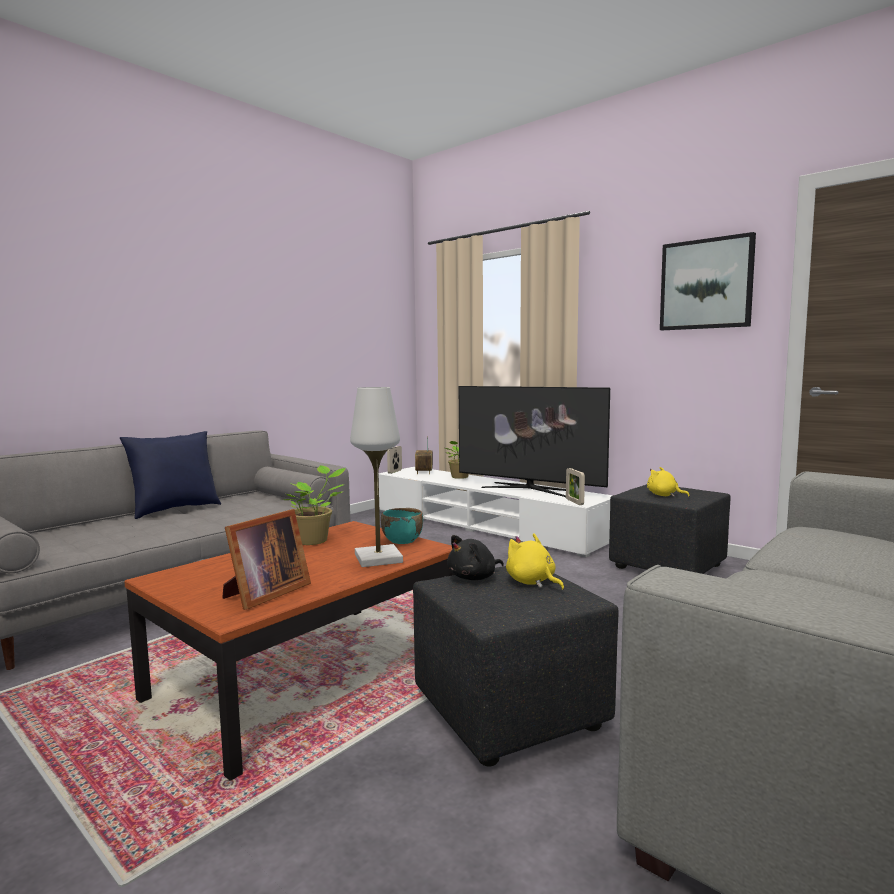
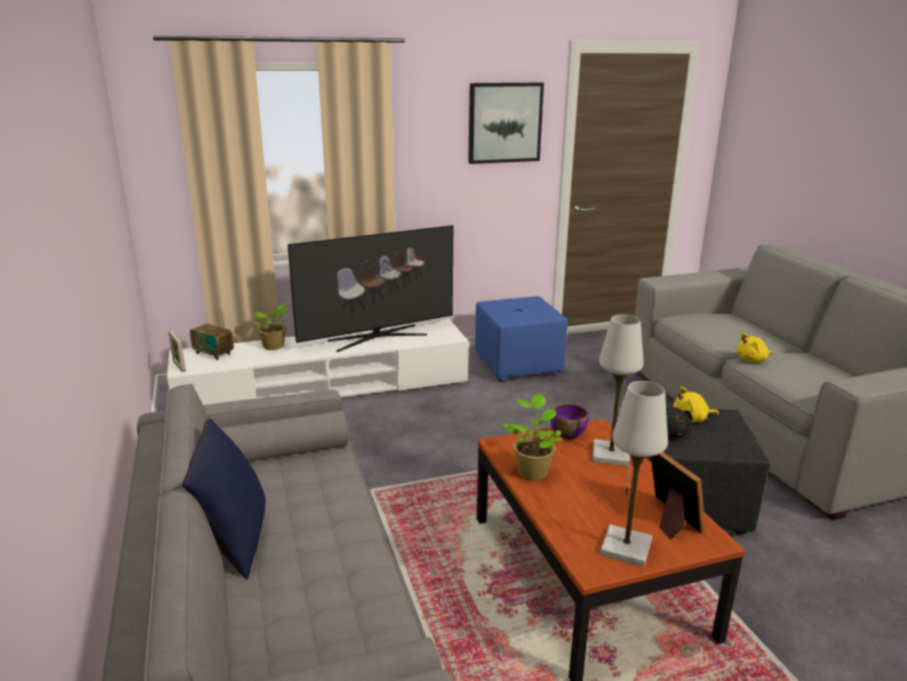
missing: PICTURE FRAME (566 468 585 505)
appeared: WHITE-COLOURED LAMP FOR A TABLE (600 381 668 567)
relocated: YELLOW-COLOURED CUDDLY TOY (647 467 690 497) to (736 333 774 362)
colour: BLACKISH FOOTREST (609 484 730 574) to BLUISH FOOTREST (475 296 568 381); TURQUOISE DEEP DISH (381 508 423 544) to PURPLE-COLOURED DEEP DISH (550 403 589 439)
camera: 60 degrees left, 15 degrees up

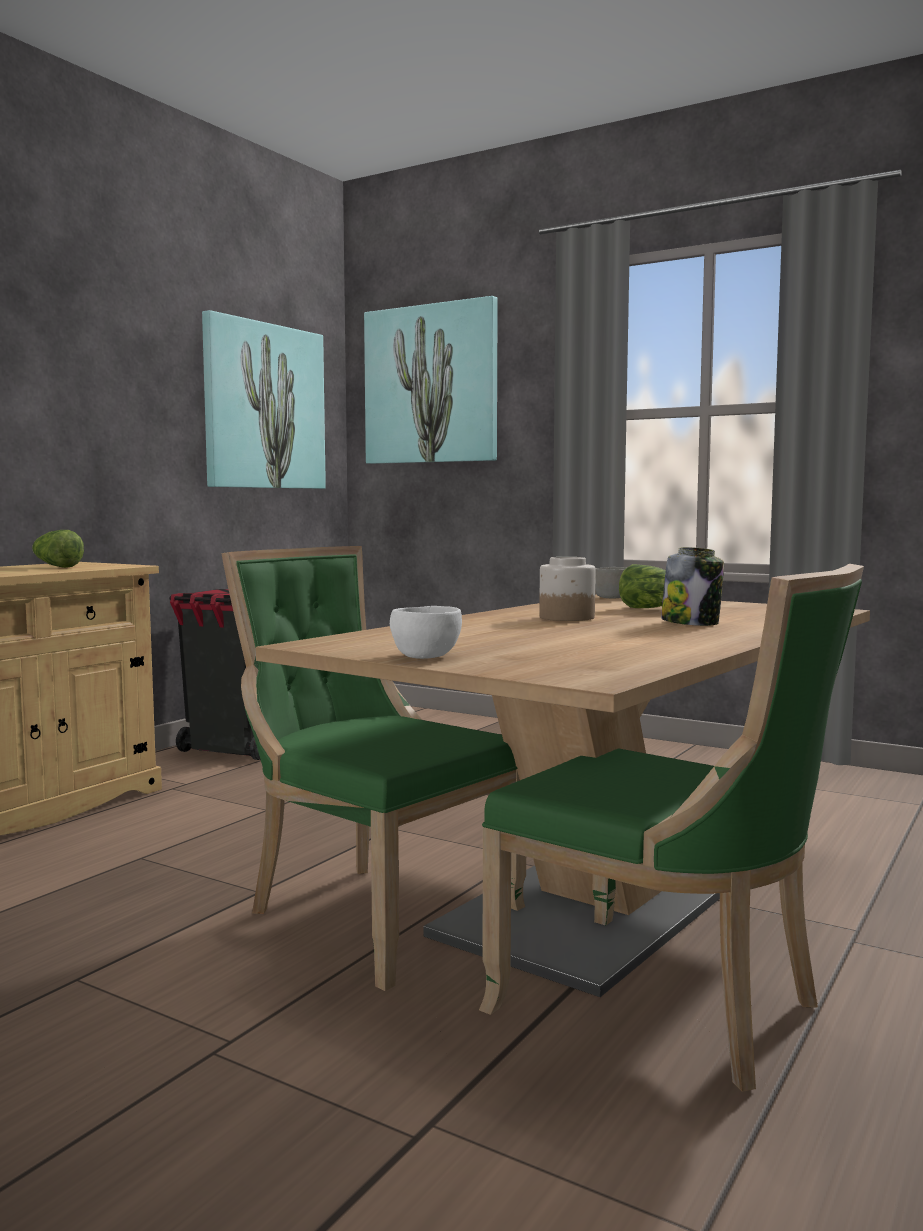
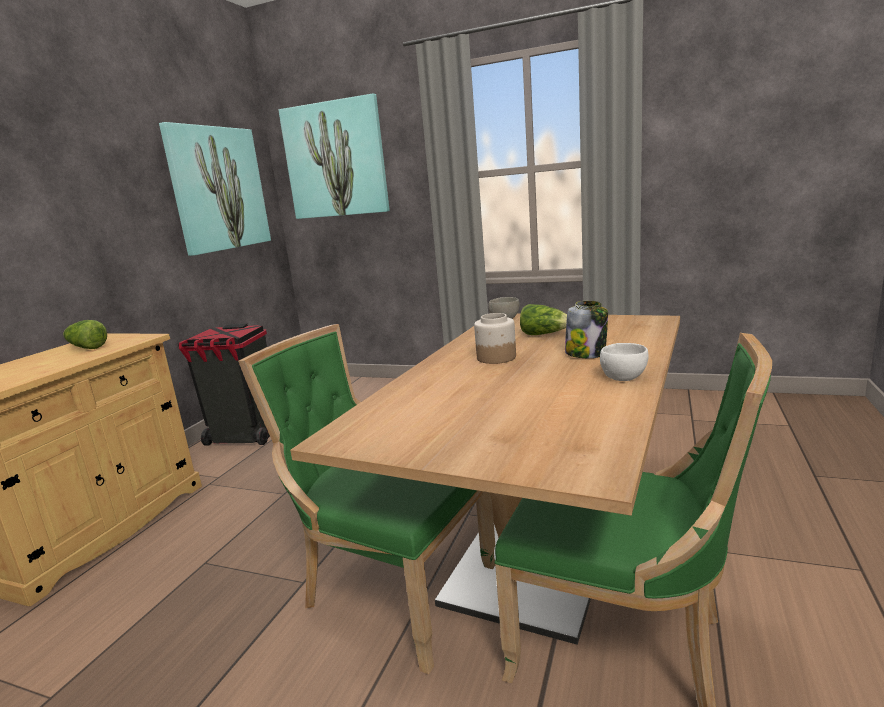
relocated: WHITE-COLOURED DEEP DISH (390 606 462 659) to (600 343 649 381)
camera: 10 degrees left, 10 degrees up

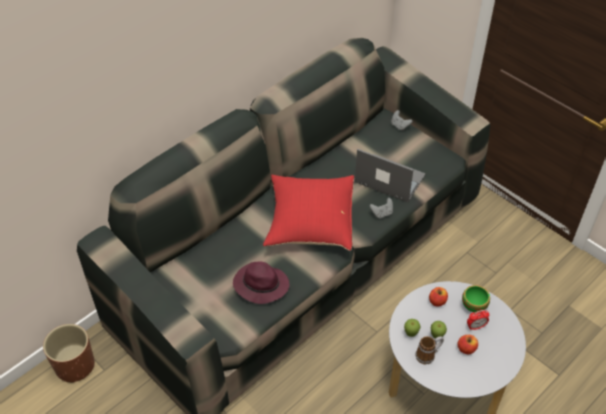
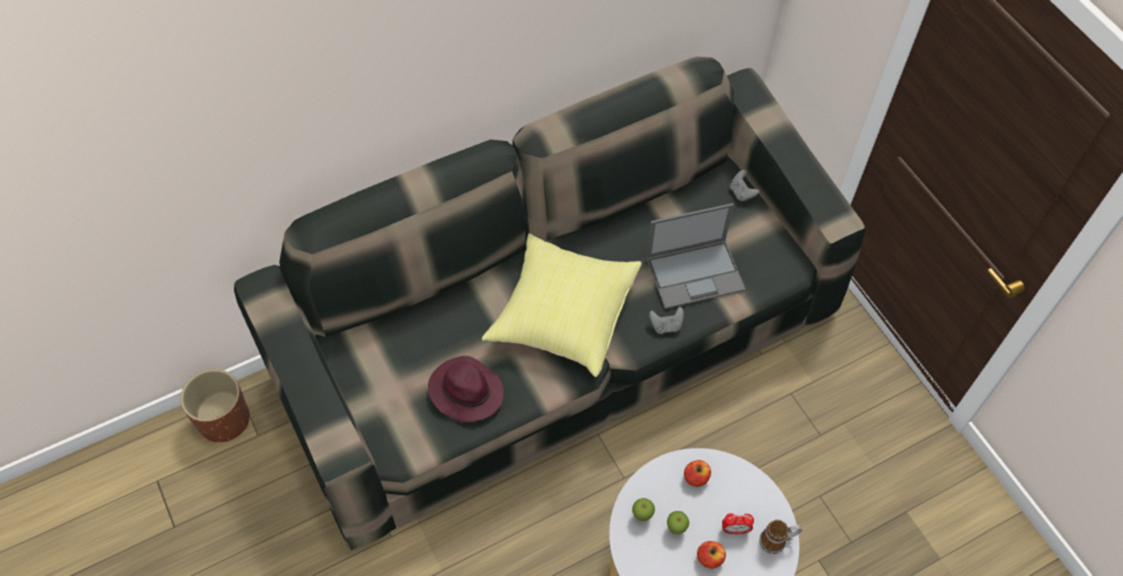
missing: GREEN-COLOURED DEEP DISH (462 285 490 312)
relocated: COFFEE MUG (416 336 444 364) to (759 520 802 554)
colour: RED PILLOW (263 175 354 251) to YELLOW-COLOURED PILLOW (482 233 642 377)
spun: PORTABLE COMPUTER (355 149 426 203) = (646 203 746 309) 120 degrees clockwise
camera: 15 degrees right, 10 degrees up

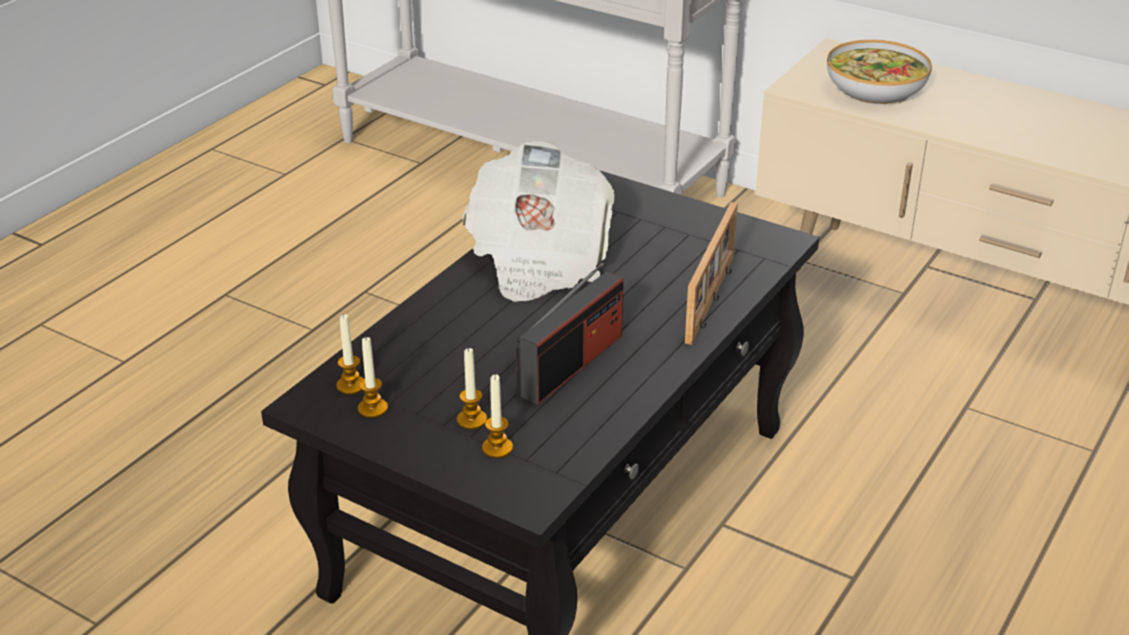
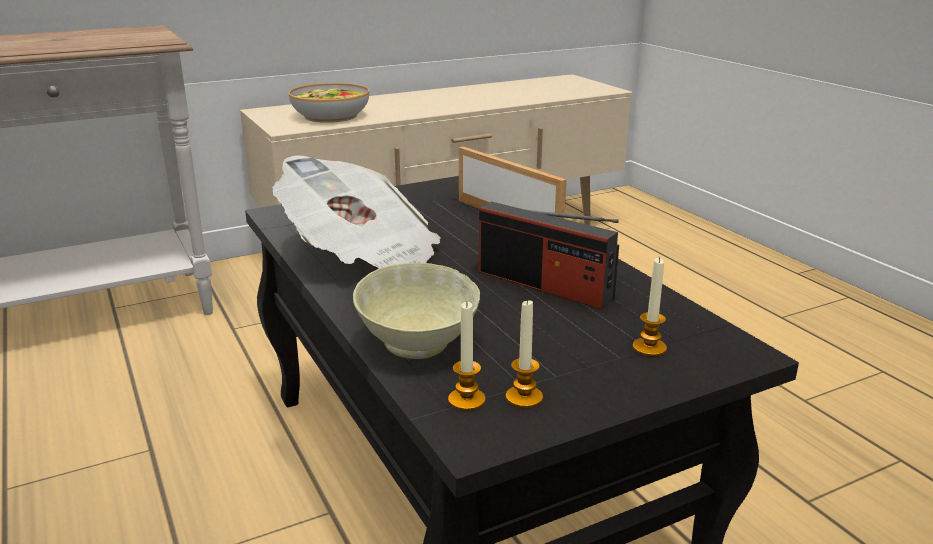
missing: CANDLE (457 347 487 429)
appeared: SAND-COLOURED DEEP DISH (353 263 480 359)
spun: RADIO (516 262 623 405) = (479 201 619 309) 150 degrees clockwise
camera: 60 degrees left, 10 degrees down

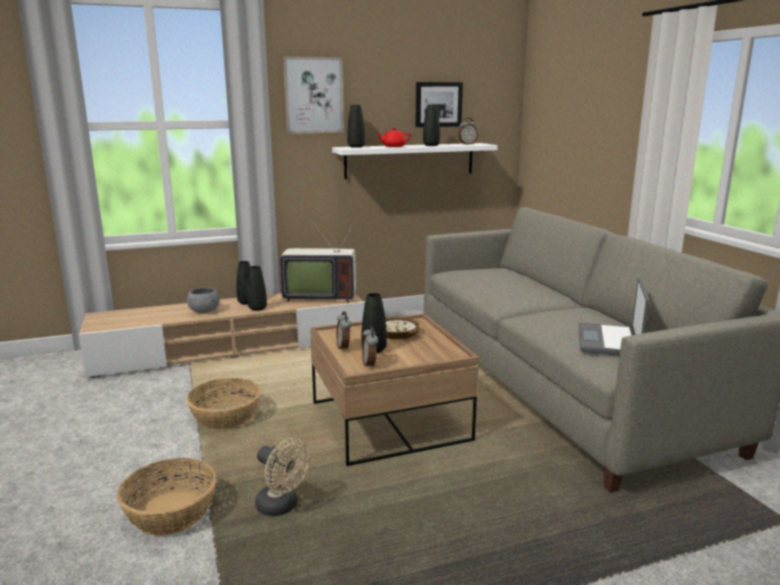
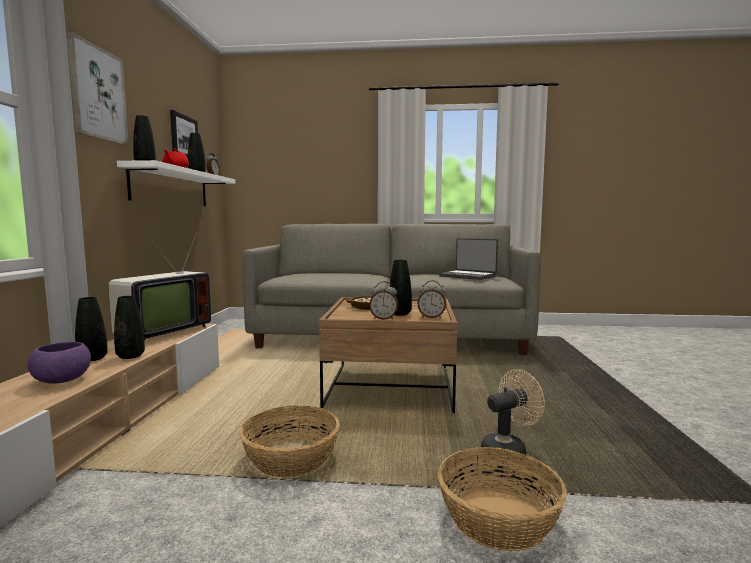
colour: GREY DEEP DISH (187 288 220 313) to PURPLE-COLOURED DEEP DISH (28 342 91 384)
camera: 65 degrees left, 10 degrees down

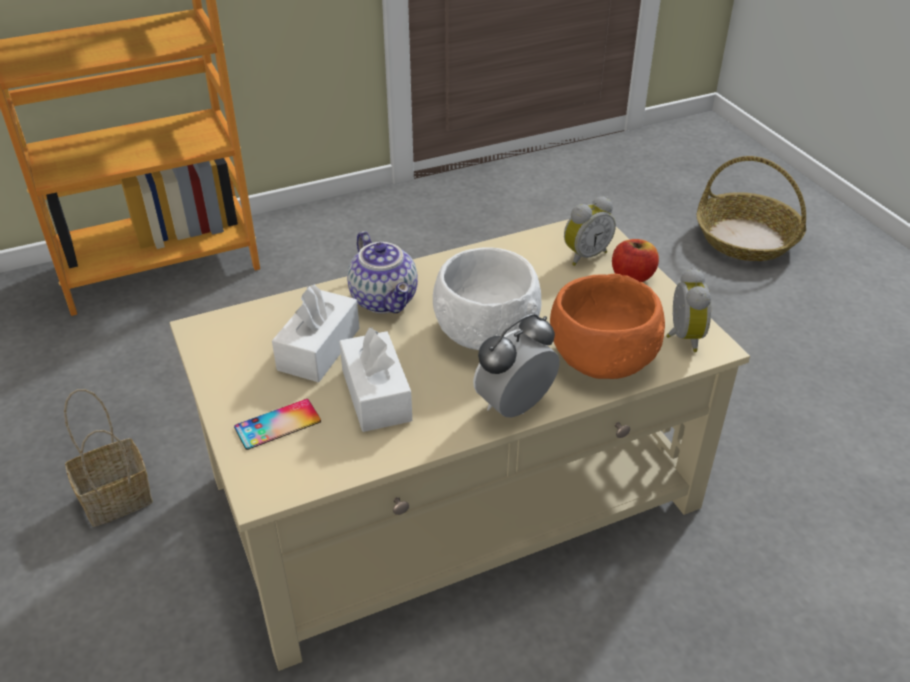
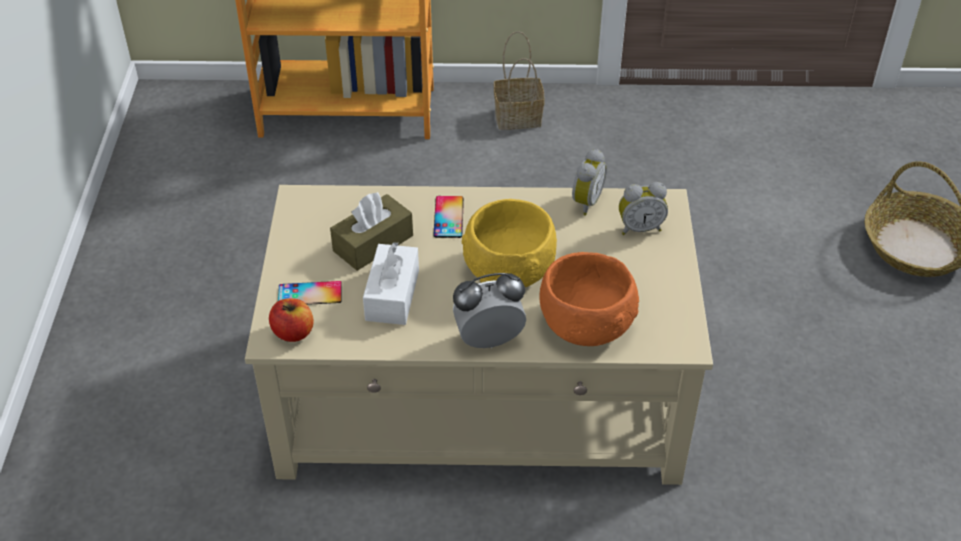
relocated: APPLE (612 239 659 282) to (269 298 314 342); BEDSIDE CLOCK (666 268 711 352) to (572 149 607 216); BASKET (64 389 153 527) to (494 31 545 130)
exchanged: TEA POT (347 231 418 314) to TELEPHONE (433 196 464 238)
colour: WHITE-COLOURED DEEP DISH (433 247 541 350) to YELLOW-COLOURED DEEP DISH (462 199 557 287); WHITE-COLOURED TISSUE BOX (272 284 360 382) to BROWN-COLOURED TISSUE BOX (330 193 413 271)
camera: 25 degrees right, 5 degrees up

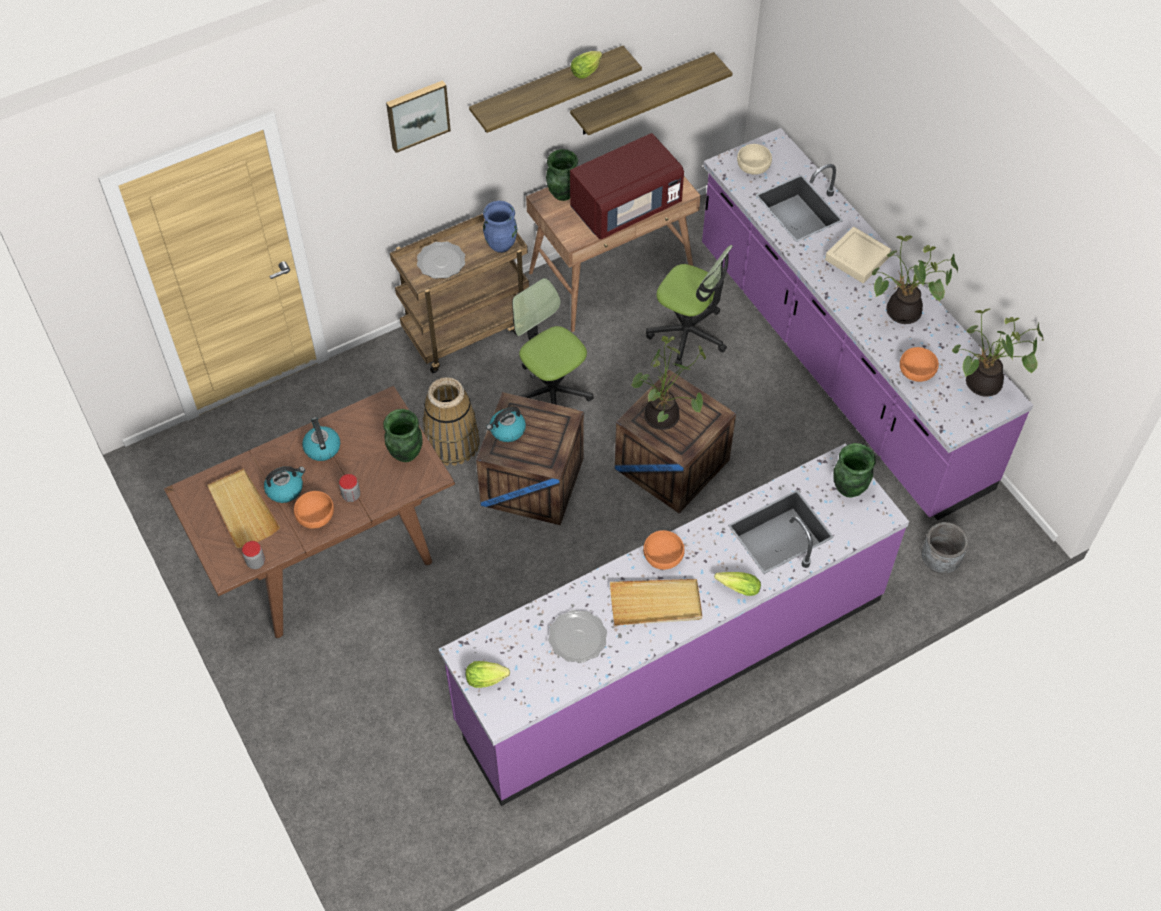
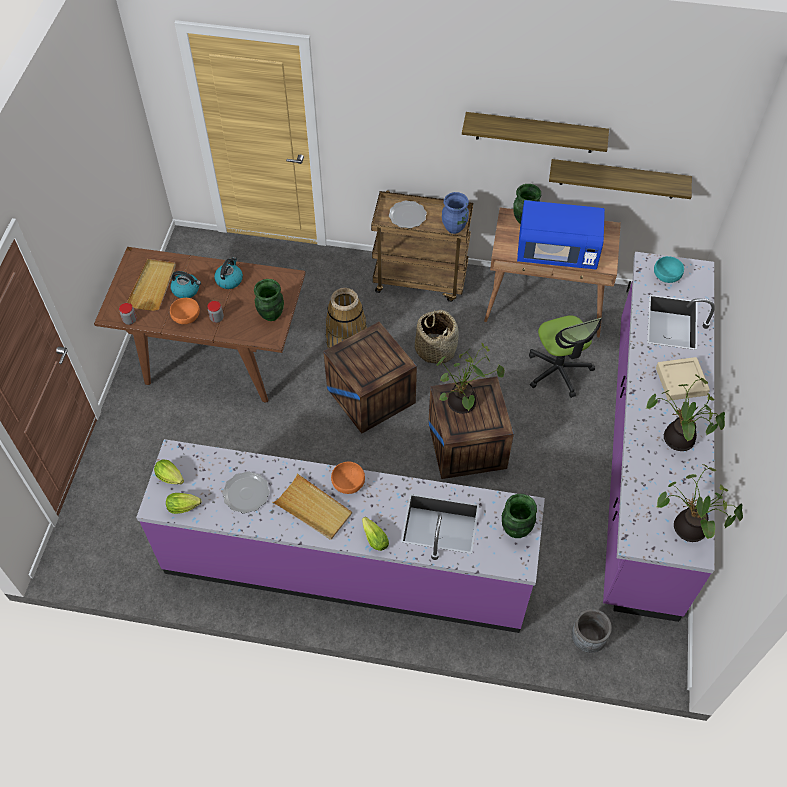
missing: PICTURE (386 80 451 153); ORANGEY DEEP DISH (900 347 939 382); TEA KETTLE (486 407 526 442)
relocated: LETTUCE HEAD (570 51 602 79) to (166 493 202 514)
exchanged: OFFICE CHAIR (512 278 594 404) to BASKET (415 310 459 365)
colour: RED KITCHEN MICROWAVE (570 133 684 239) to BLUISH KITCHEN MICROWAVE (517 200 605 269); SAND-COLOURED DEEP DISH (737 144 772 175) to TURQUOISE DEEP DISH (654 256 684 283)
camera: 40 degrees right, 0 degrees up

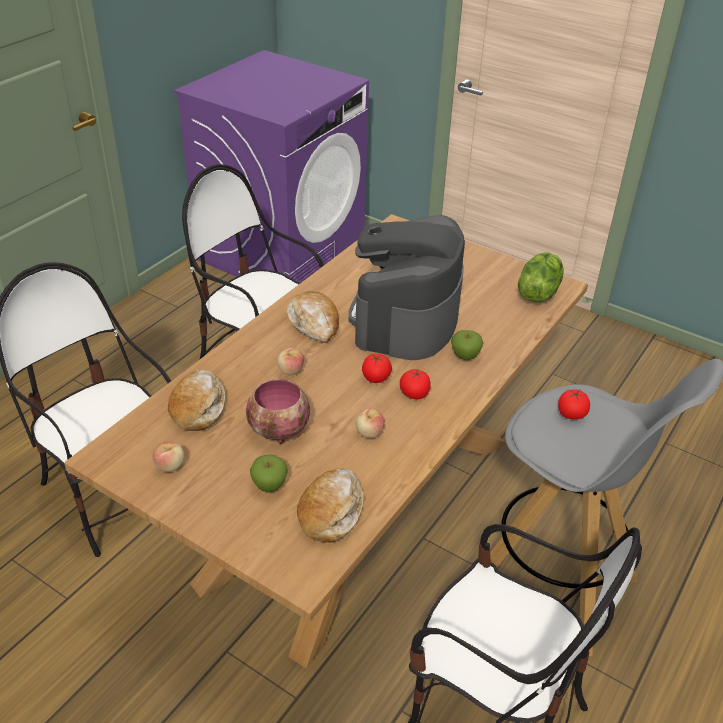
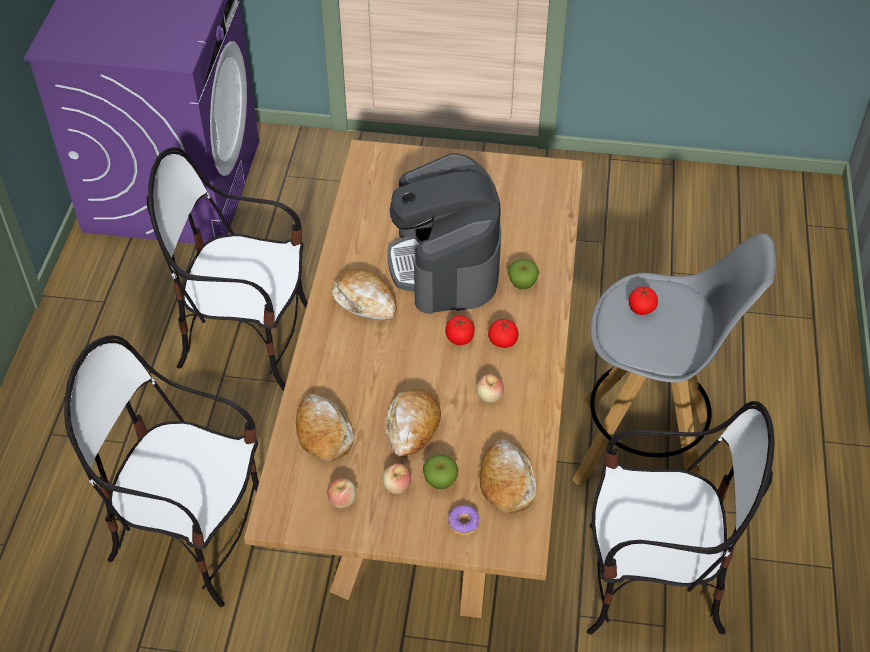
missing: LETTUCE HEAD (518 252 564 302)
appeared: DONUT (448 505 479 536)
relocated: APPLE (277 348 304 375) to (383 464 411 494)
exchanged: DEEP DISH (246 379 310 444) to BAKED BREAD (385 389 441 458)
camera: 25 degrees left, 10 degrees up

